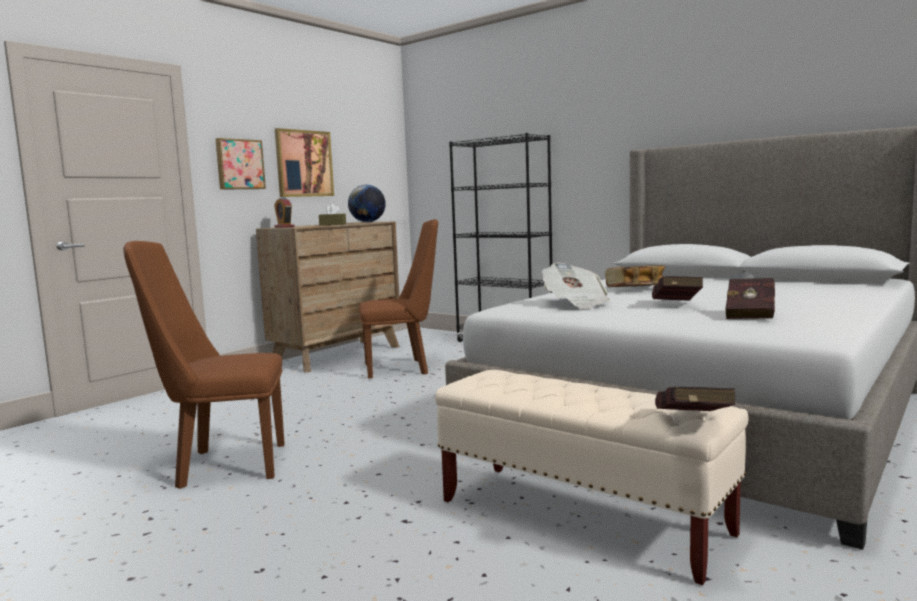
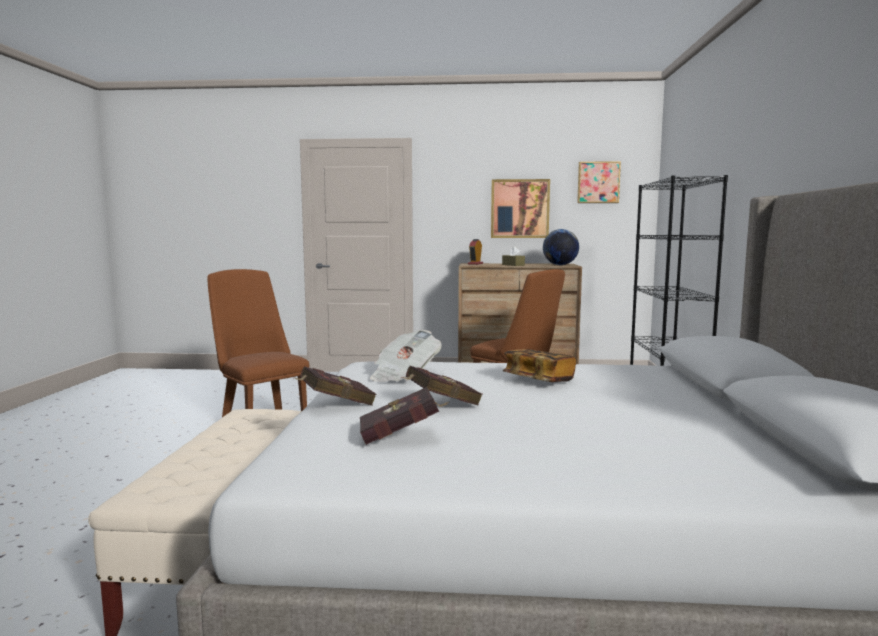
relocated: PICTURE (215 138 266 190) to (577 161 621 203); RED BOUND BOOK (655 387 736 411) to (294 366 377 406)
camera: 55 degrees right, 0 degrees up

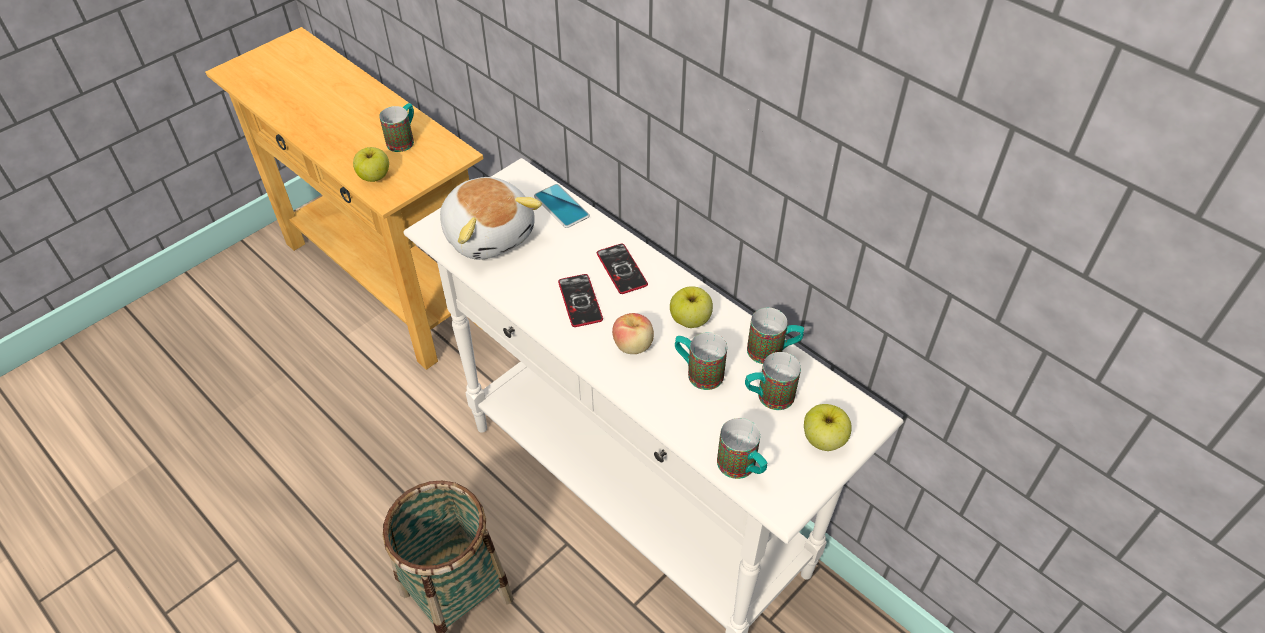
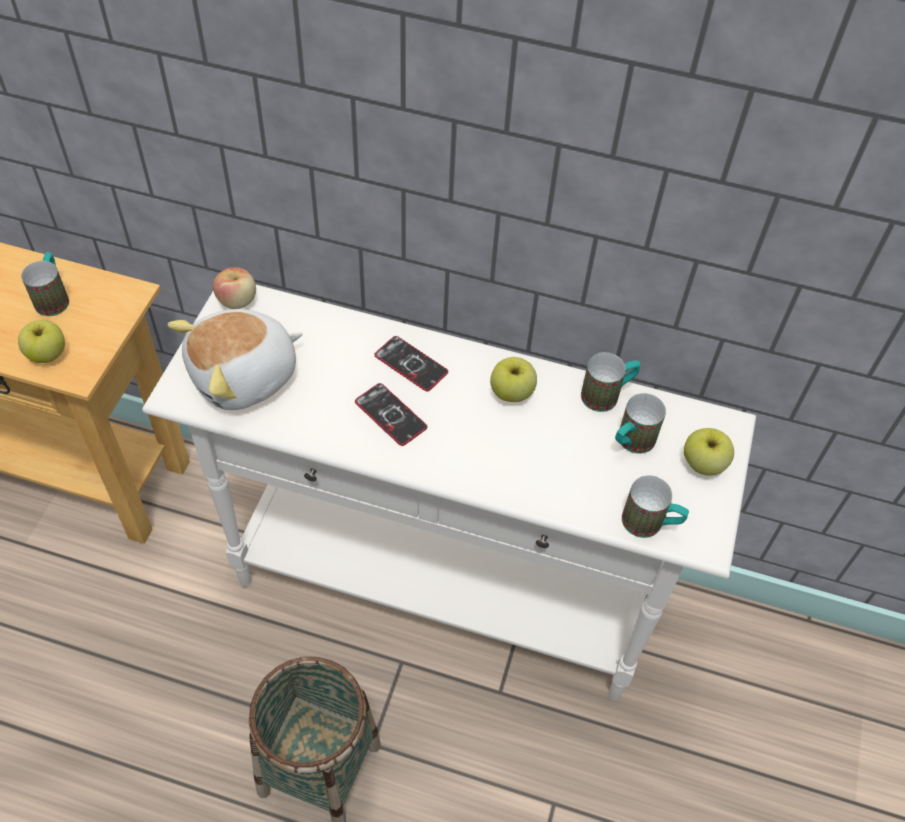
missing: TELEPHONE (534 184 590 228); COFFEE MUG (675 332 727 390)
relocated: APPLE (612 313 654 354) to (213 267 256 309)
spun: CUDDLY TOY (440 177 542 260) = (168 309 303 410) 120 degrees clockwise
camera: 30 degrees left, 5 degrees up

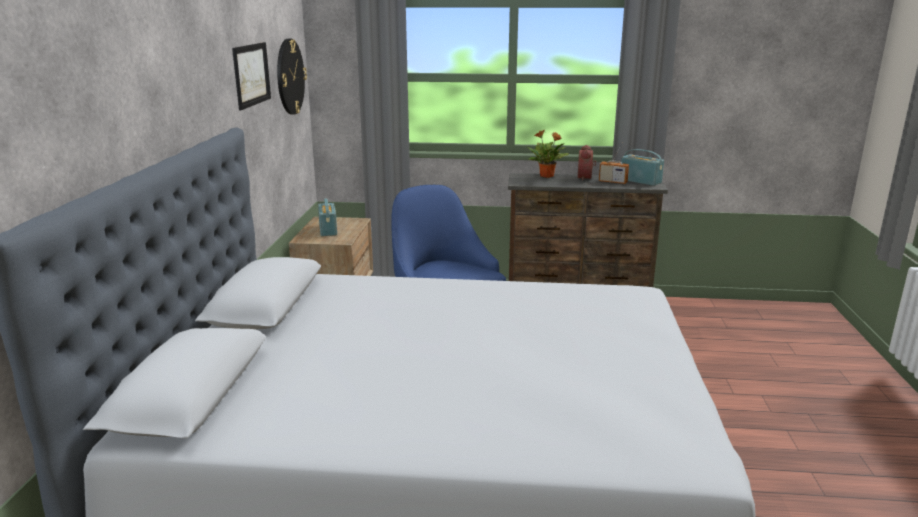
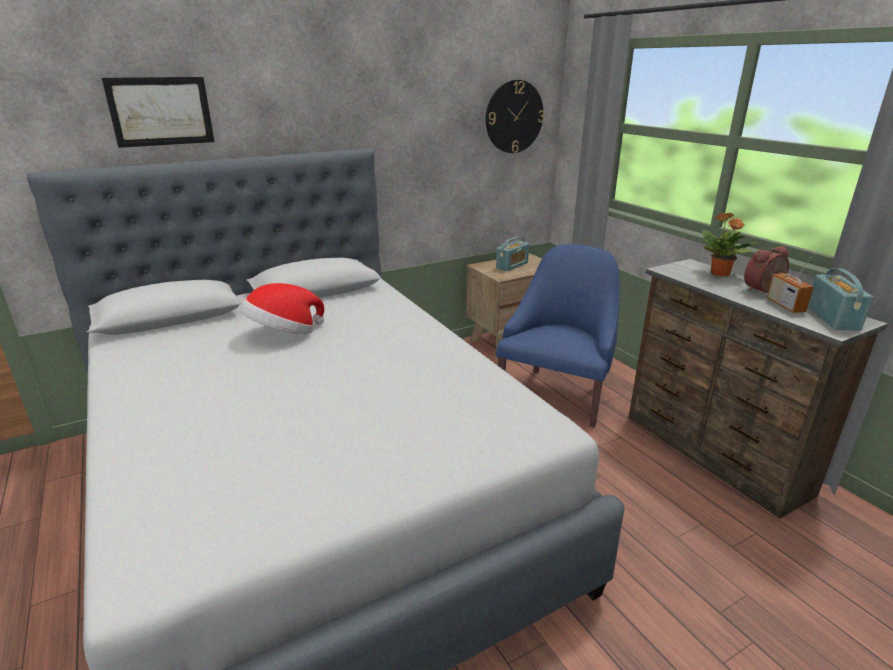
appeared: WEARABLE HAT (241 283 324 334)
relocated: PICTURE (232 42 271 110) to (102 77 214 148)
camera: 55 degrees right, 5 degrees up

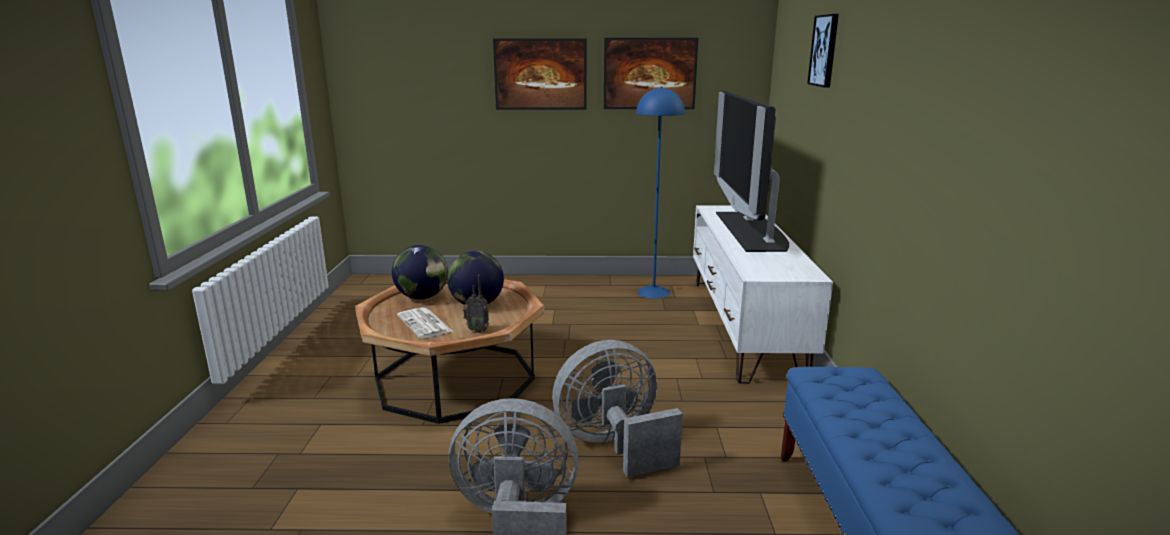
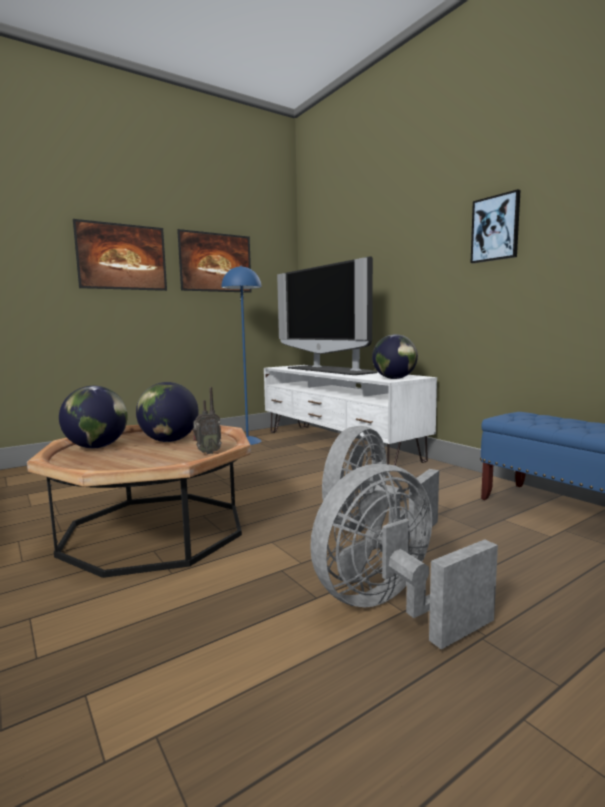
missing: PRINTED PAPER (397 307 453 339)
appeared: WORLD GLOBE (372 334 418 379)
relocated: PICTURE (807 14 839 88) to (470 189 521 263)
camera: 35 degrees left, 10 degrees down

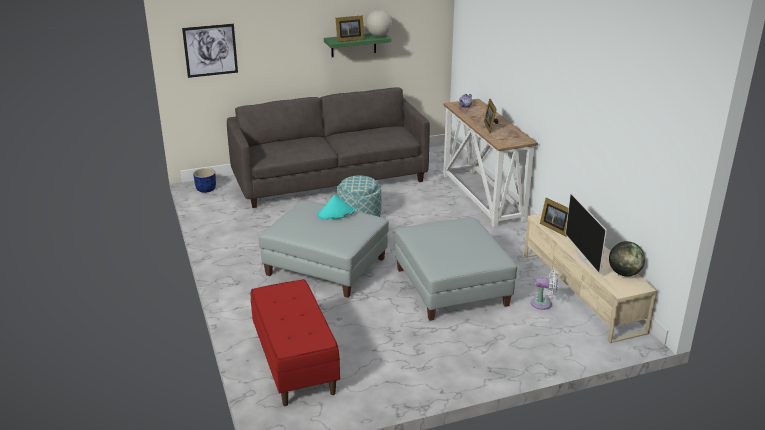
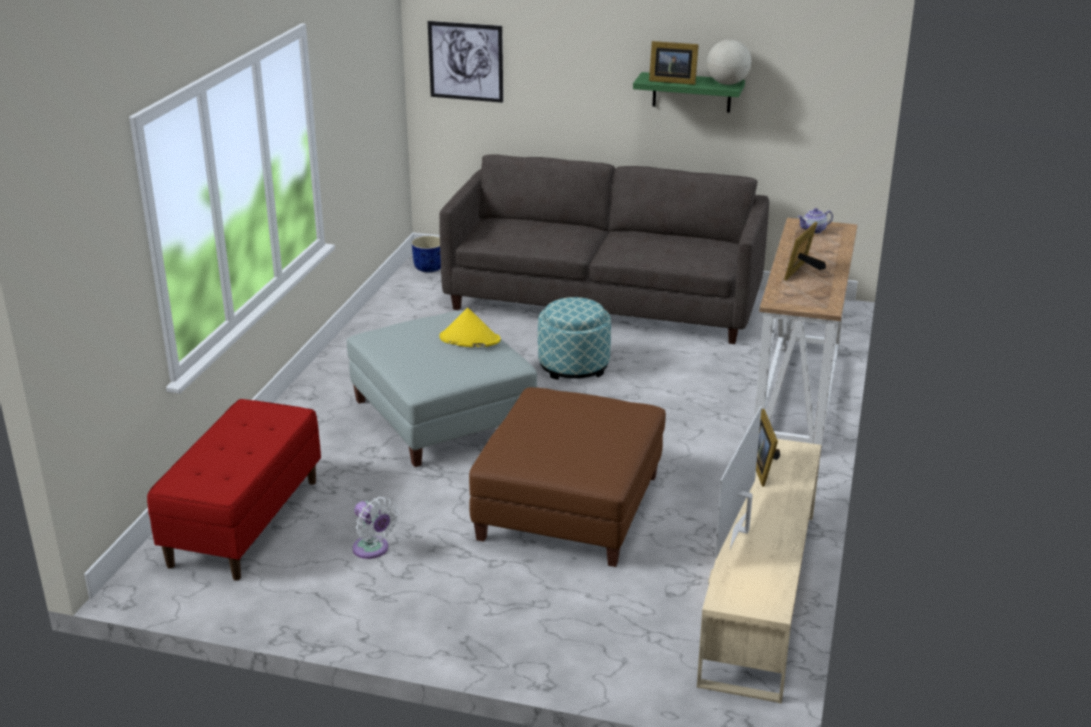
missing: WORLD GLOBE (609 241 645 277)
relocated: WHITE-COLOURED COOLING FAN (531 270 558 310) to (352 497 399 559)
colour: TURQUOISE WEARABLE HAT (317 195 355 220) to YELLOW-COLOURED WEARABLE HAT (440 308 501 347); GREY FOOTREST (395 217 517 321) to BROWN-COLOURED FOOTREST (469 387 666 567)
camera: 35 degrees right, 0 degrees up

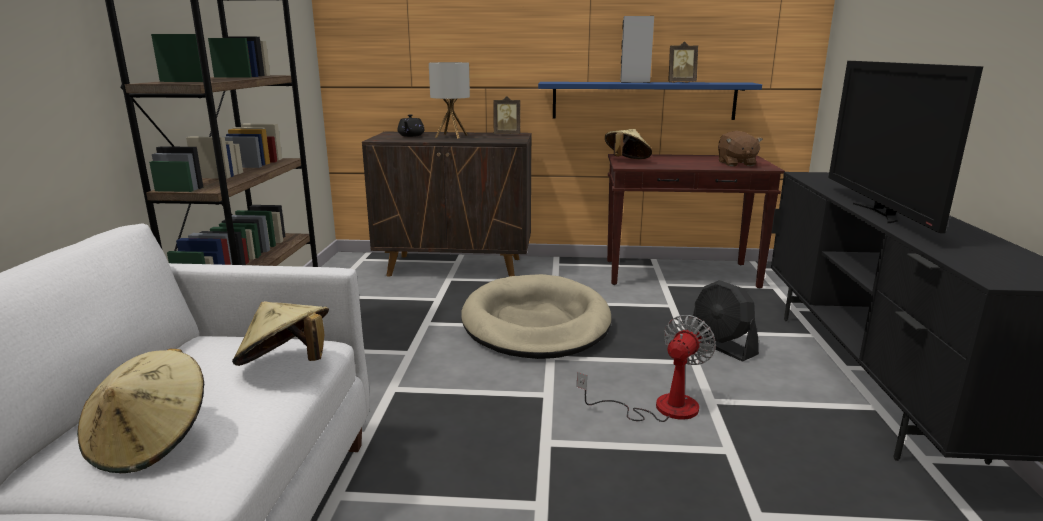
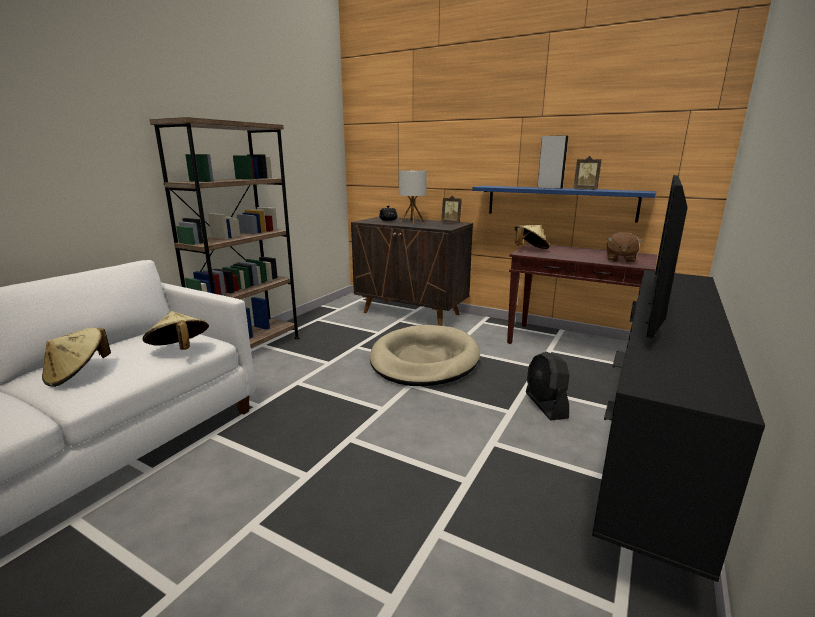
missing: COOLING FAN (577 315 716 422)
camera: 25 degrees right, 0 degrees up

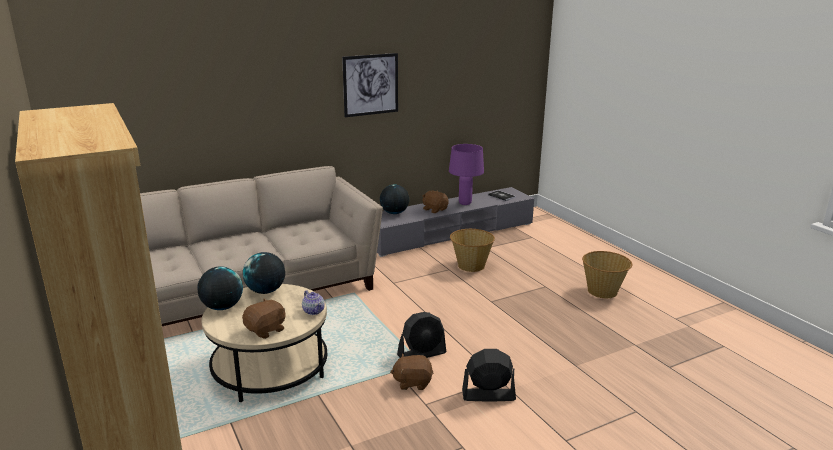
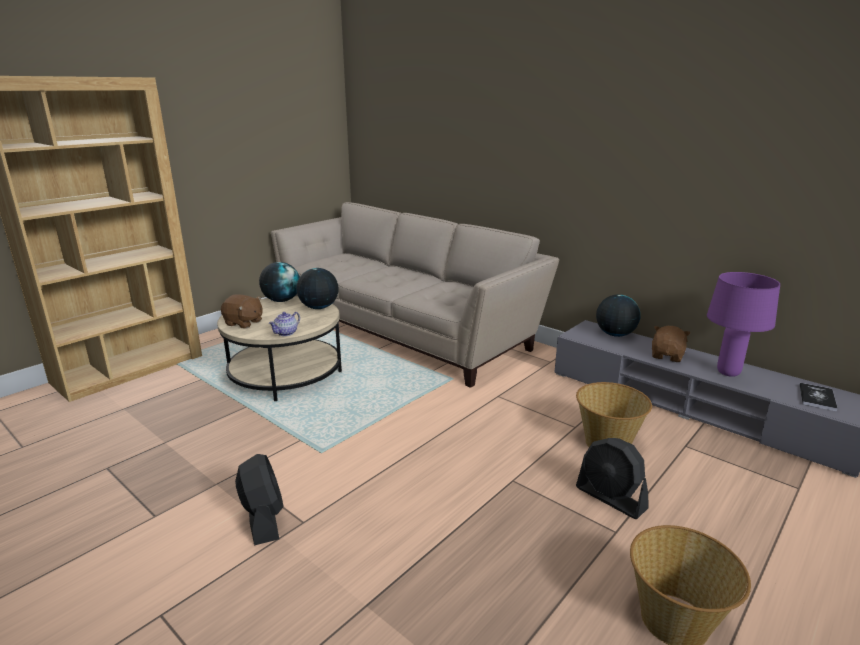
missing: PICTURE (342 53 398 117); BROWN-COLOURED CUDDLY TOY (390 353 433 390)
relocated: BLACKISH COOLING FAN (397 312 446 358) to (576 438 648 519)
camera: 70 degrees right, 0 degrees up

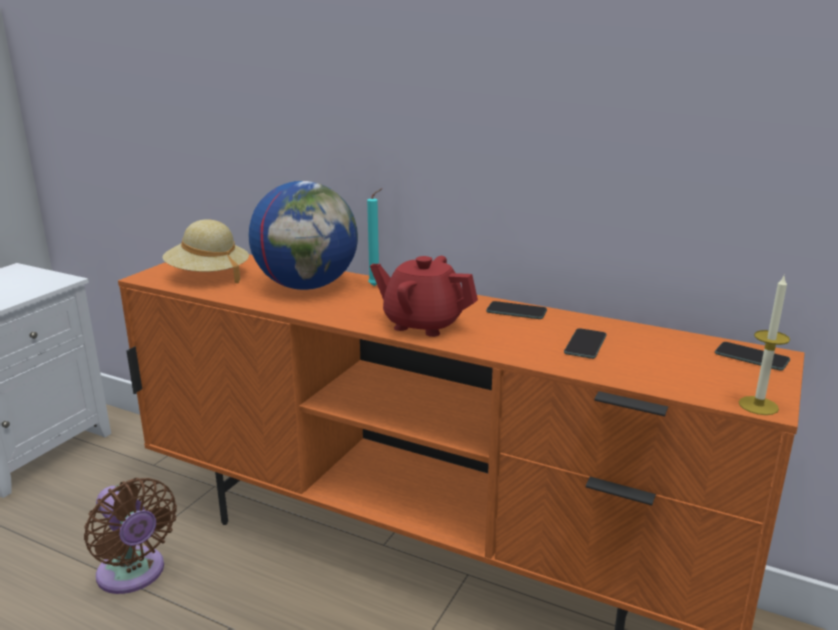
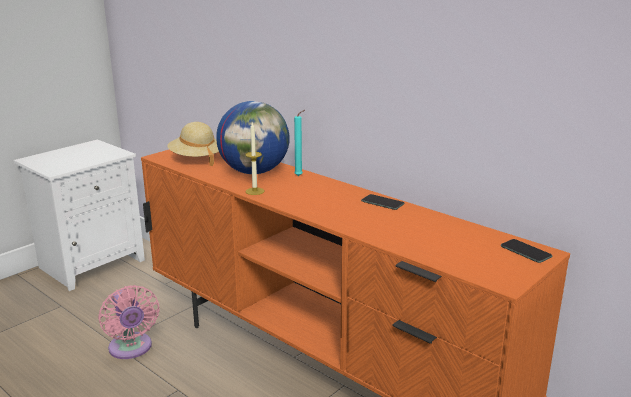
missing: RED TEA POT (370 256 478 337); TELEPHONE (564 328 606 359)
relocated: CANDLE (739 274 790 415) to (245 123 264 195)
colour: BROWN-COLOURED COOLING FAN (84 478 177 594) to PINK-COLOURED COOLING FAN (98 285 160 359)
camera: 15 degrees right, 0 degrees up

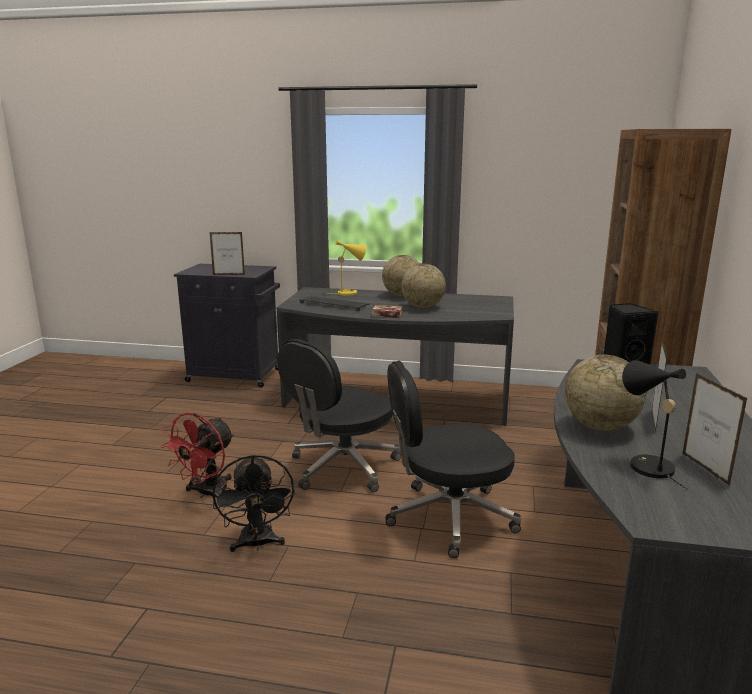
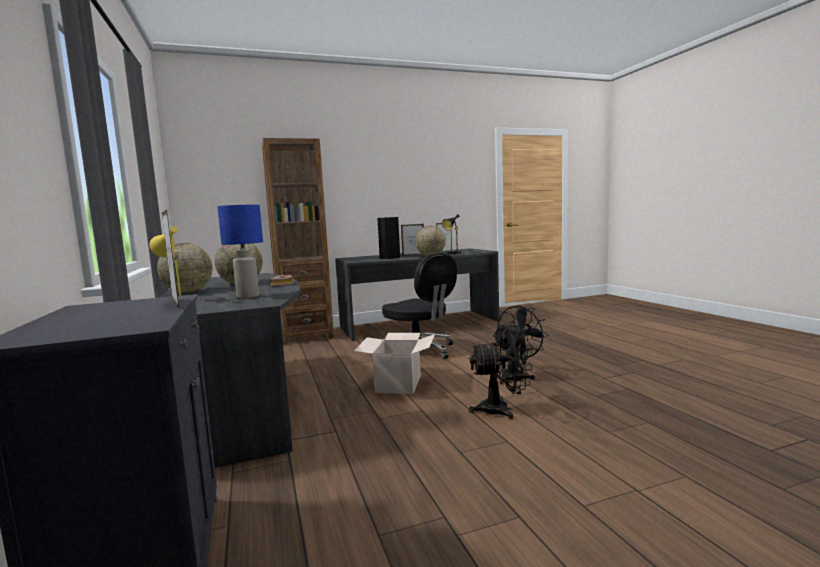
exchanged: PC KEYBOARD (299 296 369 311) to BLUISH LAMP FOR A TABLE (217 205 263 298); BLACKISH OFFICE CHAIR (277 339 401 492) to CARDBOARD BOX (354 333 435 394)
colour: RED COOLING FAN (161 412 234 498) to BLACKISH COOLING FAN (469 326 532 419)
camera: 120 degrees left, 10 degrees down

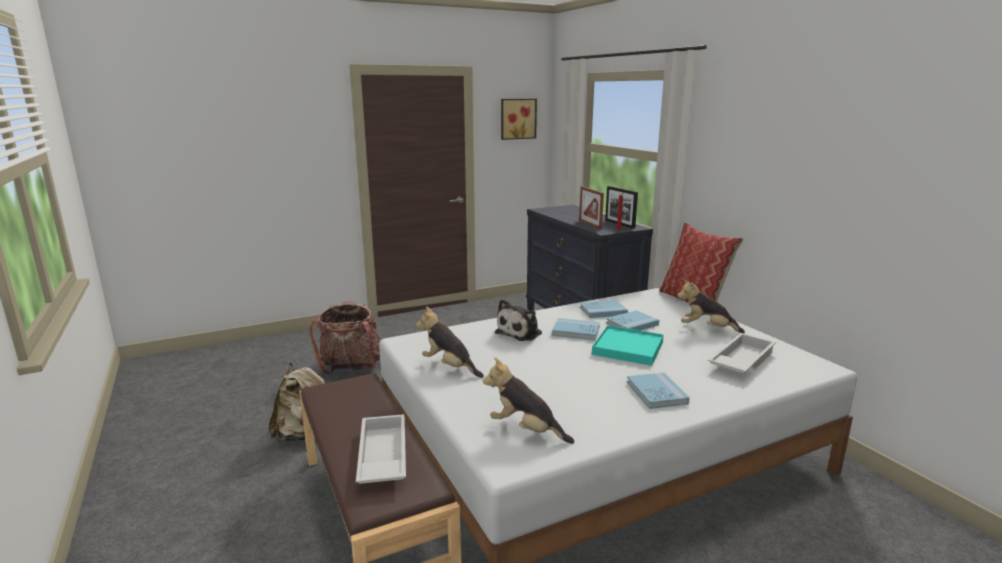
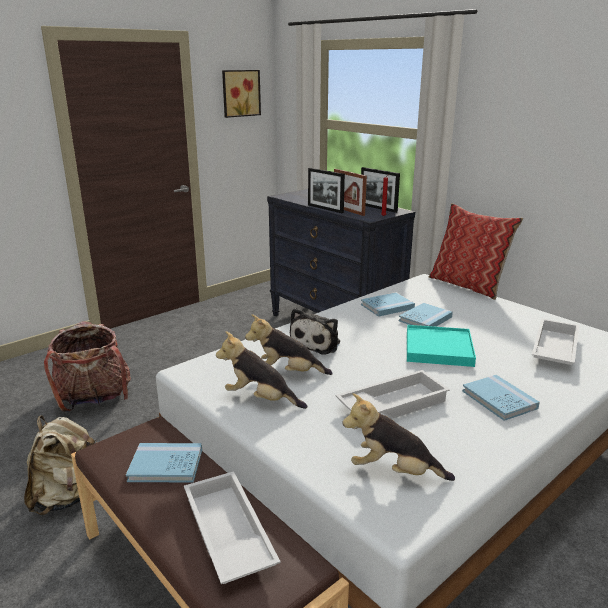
appeared: PICTURE FRAME (308 168 345 213); WHITE-COLOURED SERVING TRAY (335 370 450 418)
relocated: CUDDLY TOY (677 279 745 333) to (245 314 333 375); BLUISH BOUND BOOK (552 318 600 340) to (126 443 202 482)
camera: 15 degrees left, 5 degrees up

